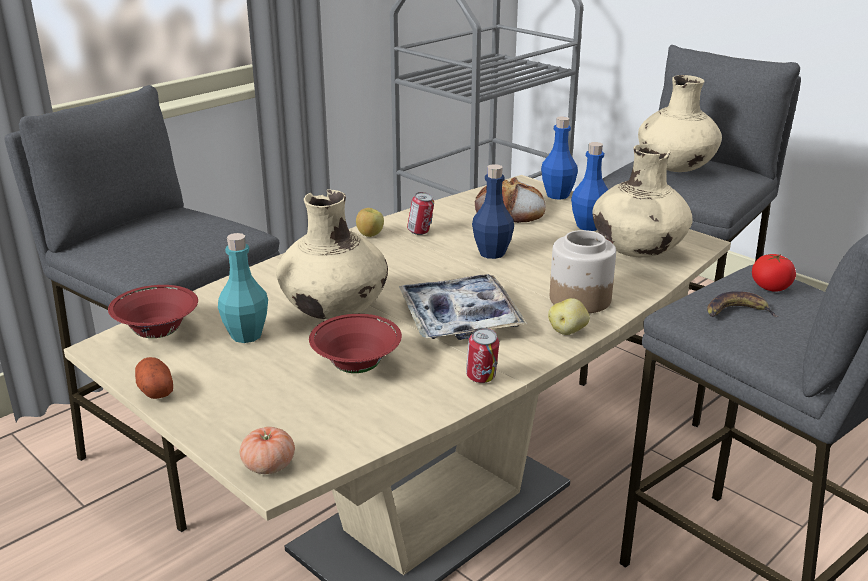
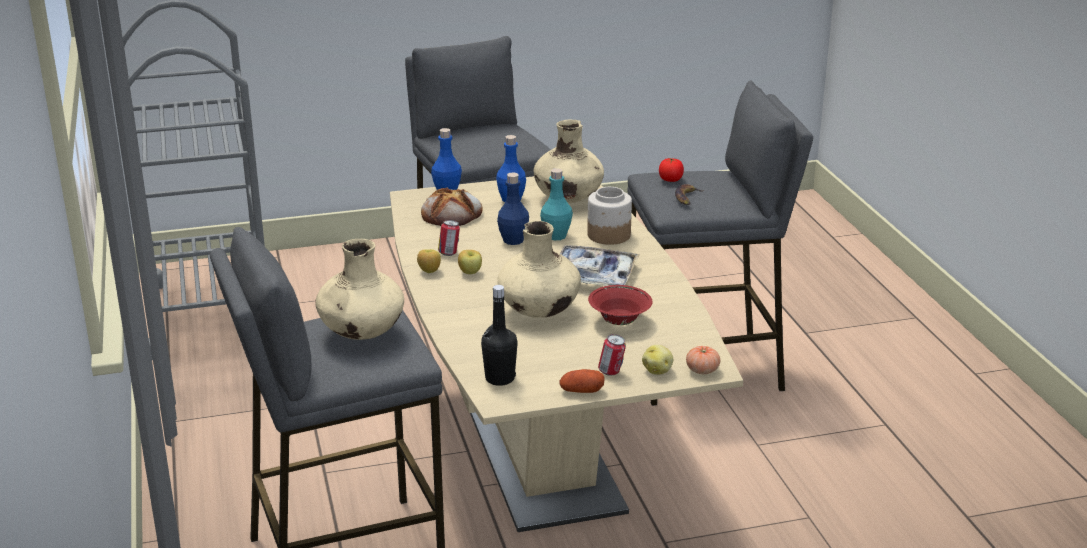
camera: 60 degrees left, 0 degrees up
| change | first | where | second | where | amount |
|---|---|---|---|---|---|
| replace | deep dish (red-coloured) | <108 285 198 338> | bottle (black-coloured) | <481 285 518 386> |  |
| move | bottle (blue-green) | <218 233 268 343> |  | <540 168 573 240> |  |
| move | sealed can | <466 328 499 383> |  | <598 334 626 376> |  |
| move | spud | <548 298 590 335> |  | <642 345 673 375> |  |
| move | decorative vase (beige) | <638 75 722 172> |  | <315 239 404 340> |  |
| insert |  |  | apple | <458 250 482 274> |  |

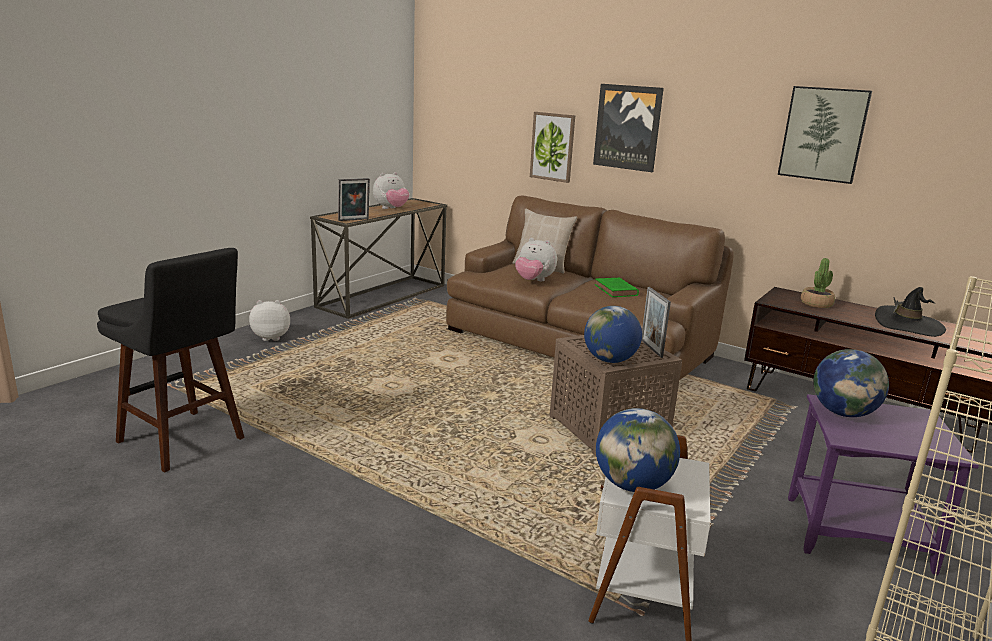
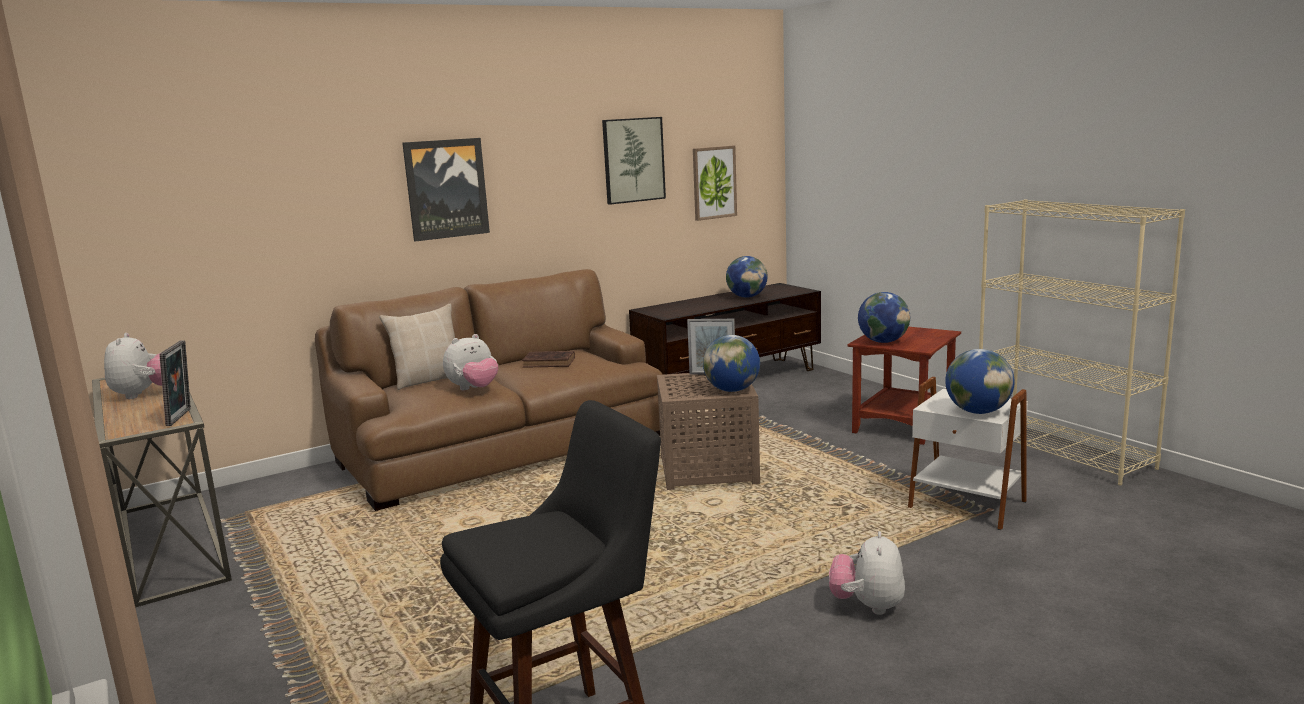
camera: 65 degrees left, 5 degrees down
| change | first | where | second | where | amount |
|---|---|---|---|---|---|
| move | soft toy | <249 300 290 341> |  | <829 531 905 615> |  |
| move | picture | <530 112 575 183> |  | <693 146 737 221> |  |
| recolor | book (green) | <595 278 639 297> | book (brown-coloured) | <522 351 575 368> |  |
| recolor | accent table (purplish) | <788 394 979 575> | accent table (brown-coloured) | <848 327 961 445> |  |
| delete | houseplant | <801 258 835 308> |  |  |  |
| replace | hat (black-coloured) | <875 287 946 337> | desk globe | <726 256 768 298> |  |

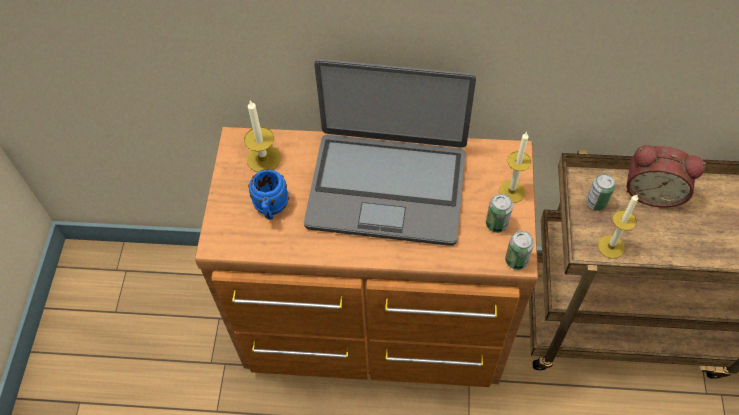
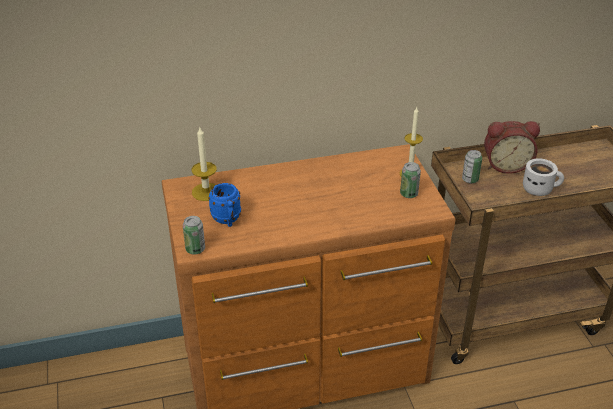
camera: 20 degrees left, 20 degrees down
| change | first | where | second | where | amount |
|---|---|---|---|---|---|
| delete | portable computer | <304 59 476 246> |  |  |  |
| move | sealed can | <505 231 534 270> |  | <183 216 205 255> |  |
| delete | wax light | <598 195 638 259> |  |  |  |
| insert |  |  | tea mug (white) | <523 158 564 196> |  |

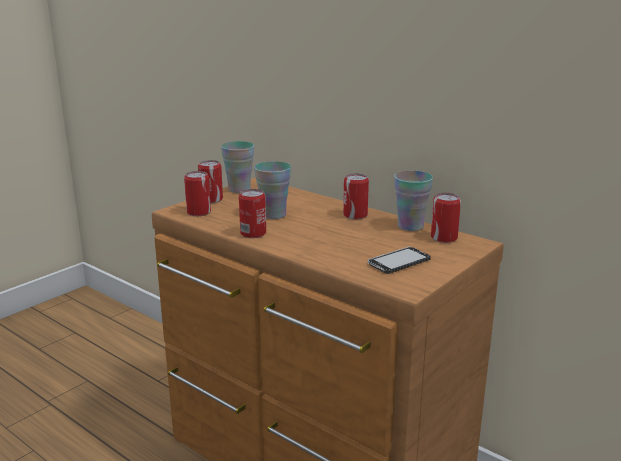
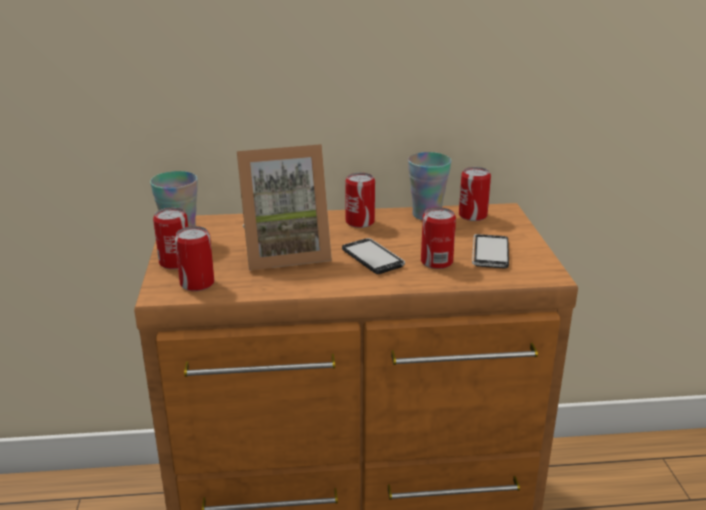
camera: 45 degrees left, 5 degrees up
| change | first | where | second | where | amount |
|---|---|---|---|---|---|
| move | sealed can | <239 189 266 238> |  | <421 207 456 269> |  |
| replace | drinking cup | <254 161 291 219> | photo frame | <237 144 332 271> |  |
| insert |  |  | telephone | <342 238 405 274> |  |

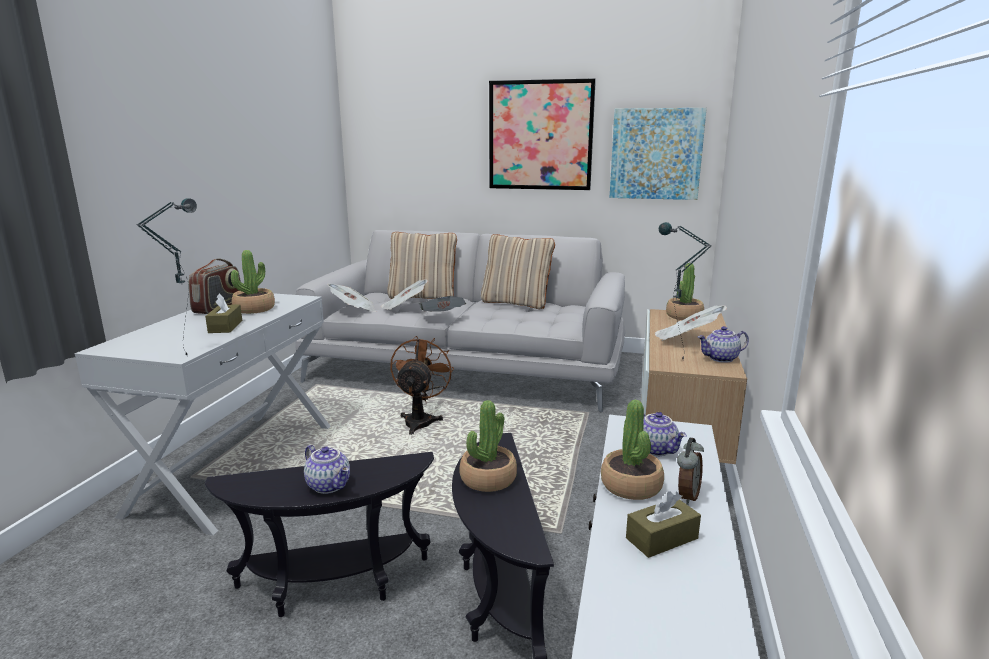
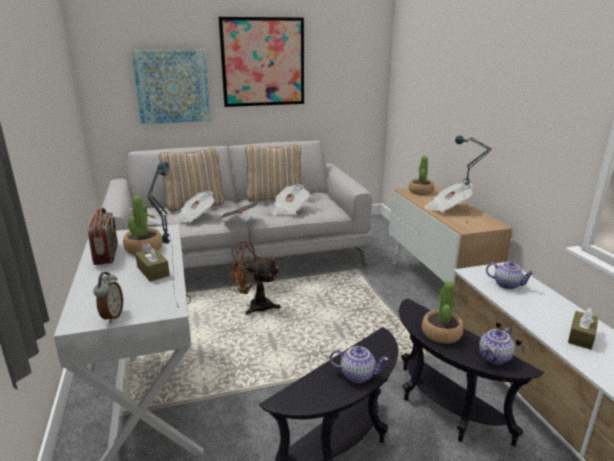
camera: 30 degrees left, 5 degrees up
| change | first | where | second | where | amount |
|---|---|---|---|---|---|
| rotate | electric fan (brown-coloured) | <390 336 454 435> |  | <228 242 281 315> | 60 degrees counterclockwise |
| delete | houseplant | <601 400 664 500> |  |  |  |
| move | picture | <609 108 707 200> |  | <131 50 211 124> |  |
| move | table clock | <677 438 704 505> |  | <93 272 123 323> |  |
| move | teapot | <698 326 749 363> |  | <479 327 515 364> |  |
| insert |  |  | printed paper | <273 184 310 215> |  |

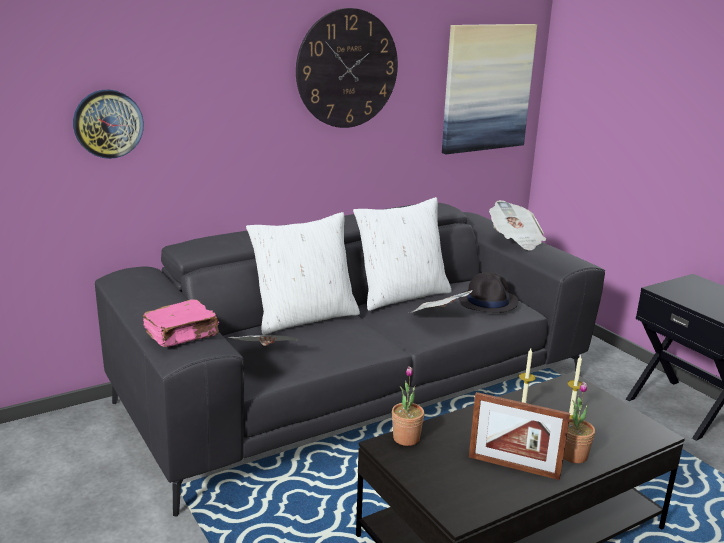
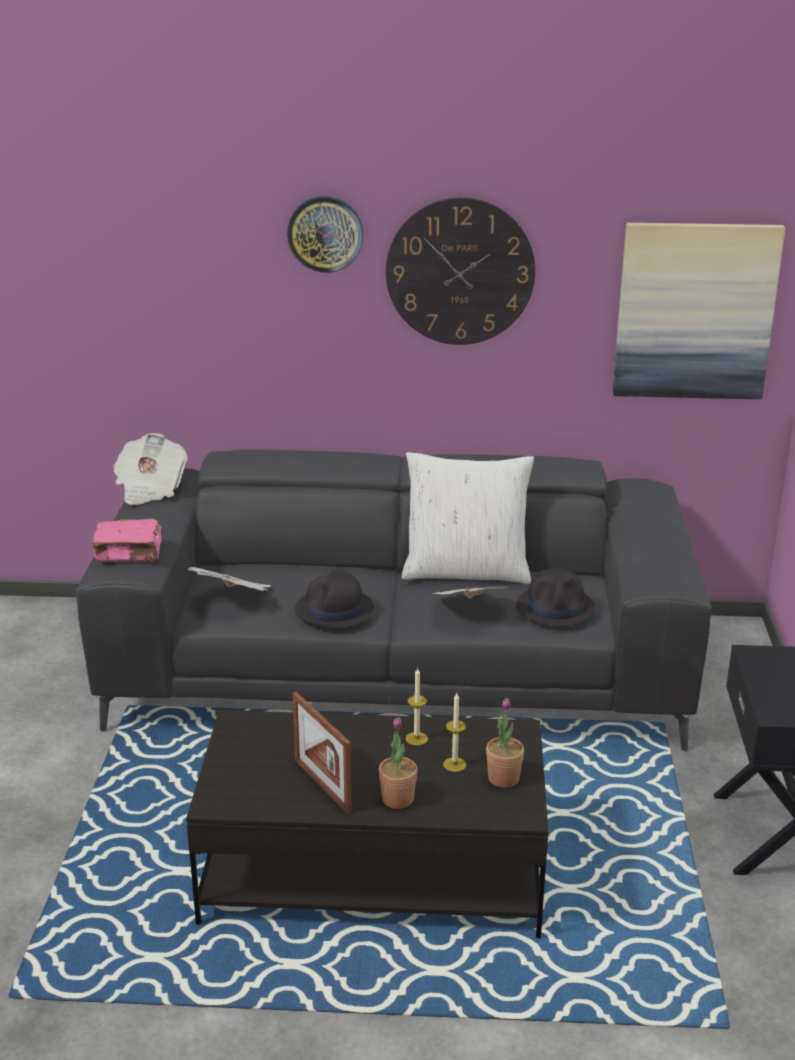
camera: 35 degrees right, 5 degrees up
| change | first | where | second | where | amount |
|---|---|---|---|---|---|
| move | hanging clock | <73 90 144 159> |  | <287 196 364 273> |  |
| delete | pillow (white) | <246 212 360 335> |  |  |  |
| move | houseplant | <392 366 424 446> |  | <486 698 524 788> |  |
| move | printed paper | <489 200 546 251> |  | <113 433 188 505> |  |
| insert |  |  | hat (black-coloured) | <295 570 374 628> |  |

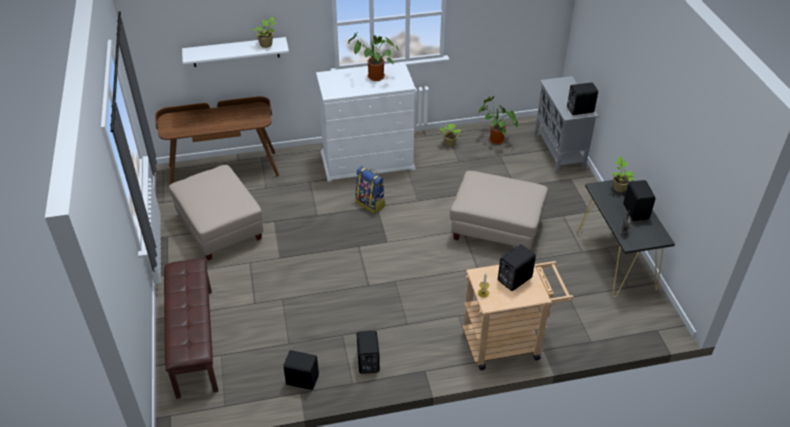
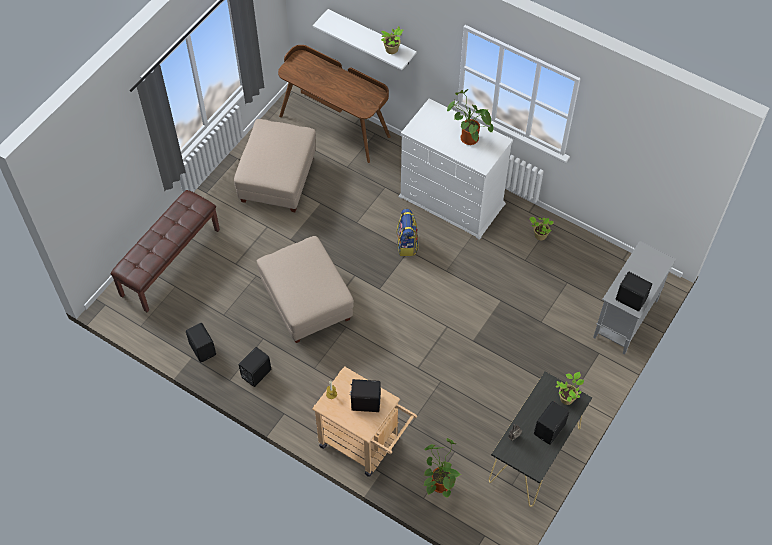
camera: 45 degrees right, 15 degrees up
| change | first | where | second | where | amount |
|---|---|---|---|---|---|
| move | ottoman (beige) | <450 171 548 250> |  | <257 236 354 343> |  |
| move | houseplant | <478 96 518 144> |  | <423 438 461 498> |  |

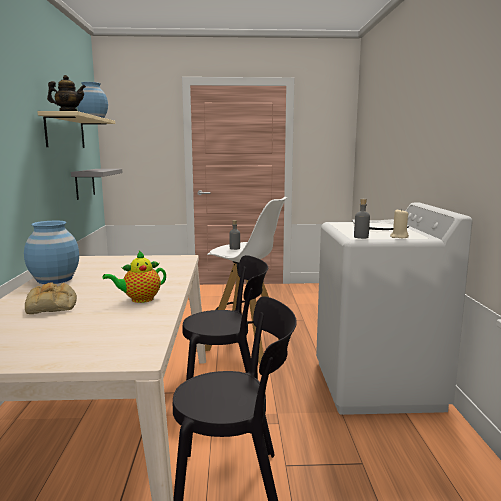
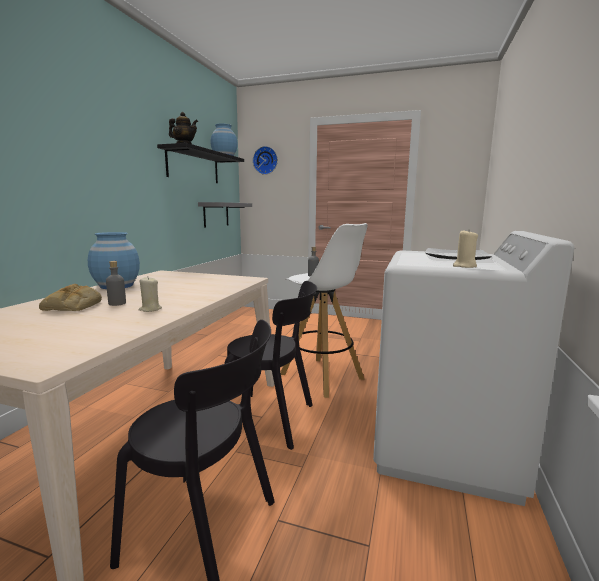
camera: 20 degrees right, 0 degrees up
| change | first | where | second | where | amount |
|---|---|---|---|---|---|
| recolor | bracket shelf (beige) | <37 111 115 148> | bracket shelf (black-coloured) | <157 143 244 183> |  |
| replace | teapot | <102 251 166 303> | wax light (beige) | <138 277 162 312> |  |
| move | bottle (greyish) | <354 199 370 239> |  | <106 261 126 306> |  |
| insert |  |  | hanging clock | <253 146 278 175> |  |

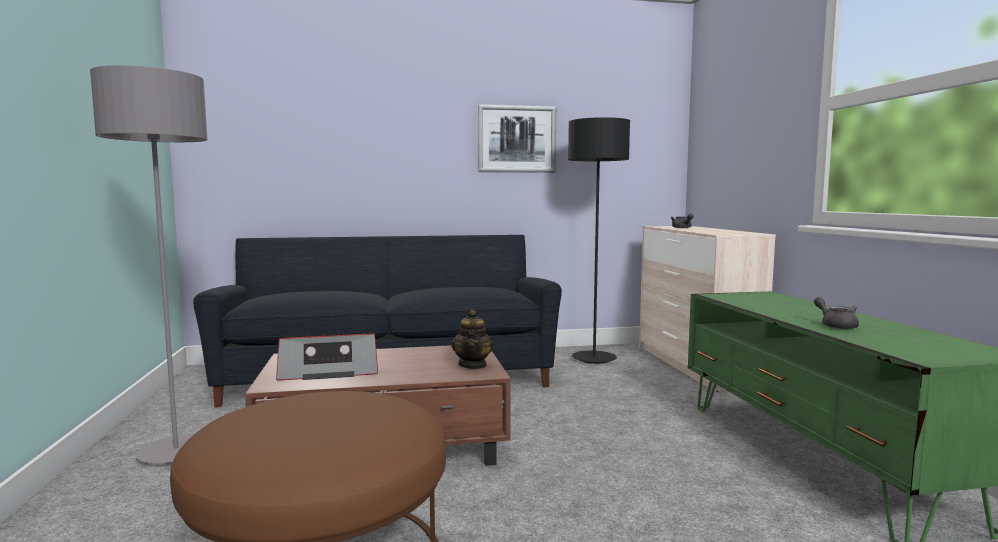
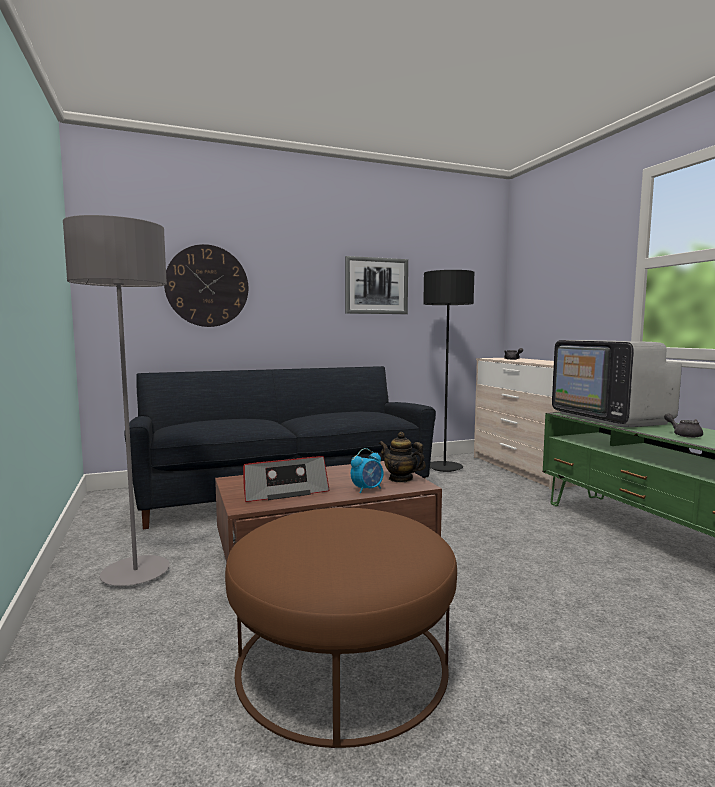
camera: 10 degrees left, 0 degrees up
| change | first | where | second | where | amount |
|---|---|---|---|---|---|
| rotate | teapot | <451 309 494 369> |  | <379 432 426 483> | 135 degrees clockwise |
| insert |  |  | hanging clock | <164 244 248 327> |  |
| insert |  |  | table clock | <351 448 383 494> |  |
| insert |  |  | television | <552 340 682 427> |  |

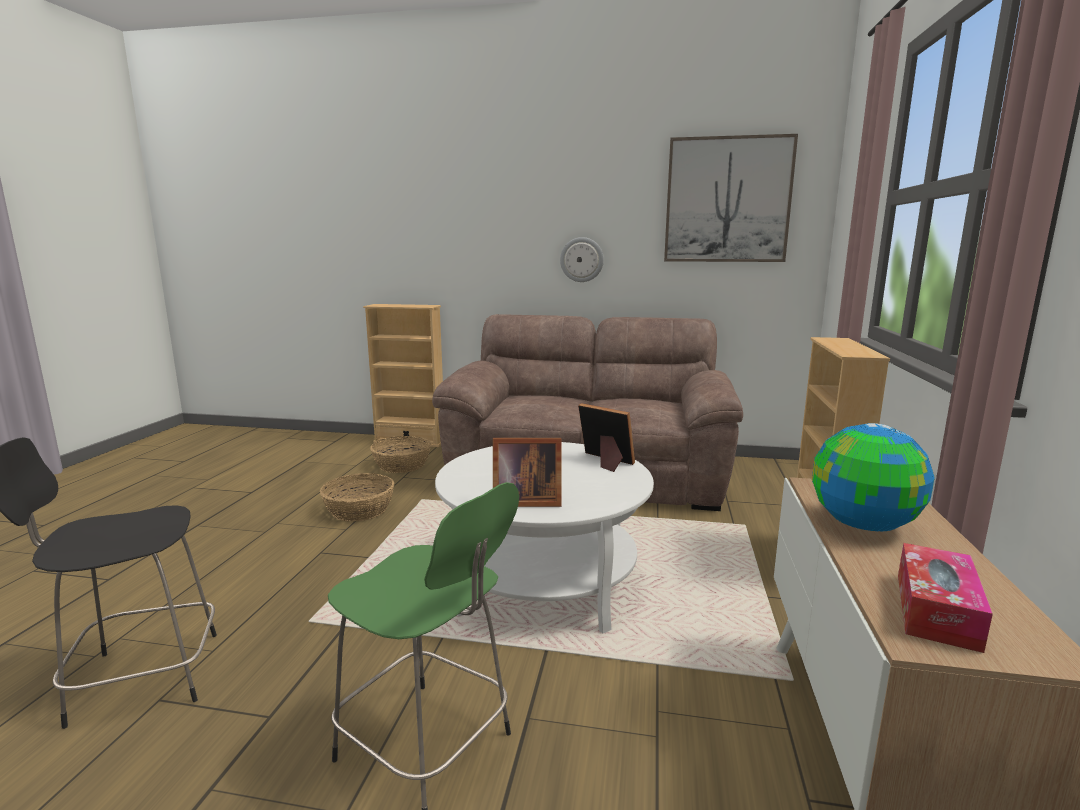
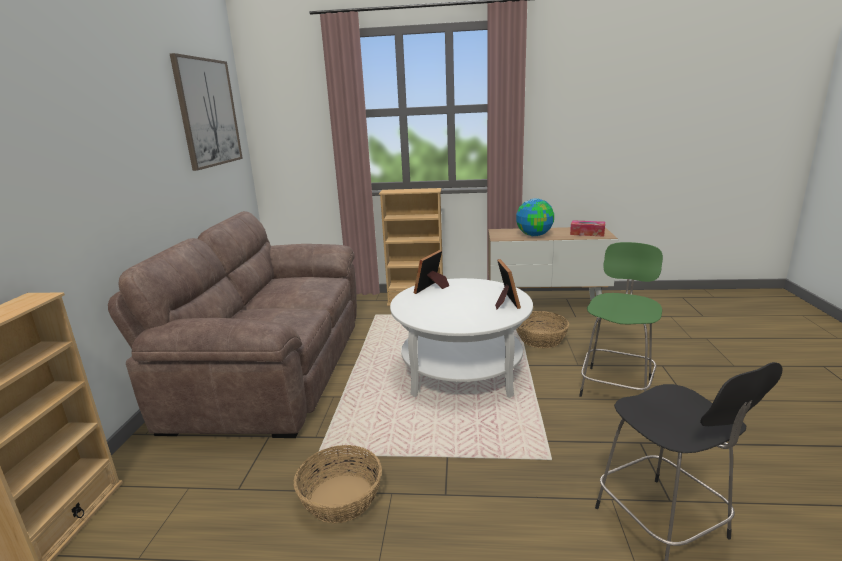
camera: 95 degrees left, 5 degrees up
| change | first | where | second | where | amount |
|---|---|---|---|---|---|
| move | household basket | <370 436 431 473> |  | <516 311 569 348> |  |
| delete | hanging clock | <560 237 604 282> |  |  |  |

